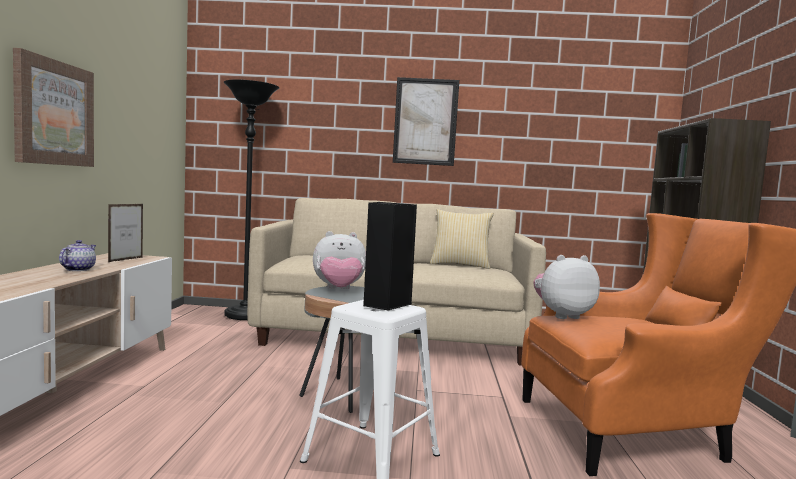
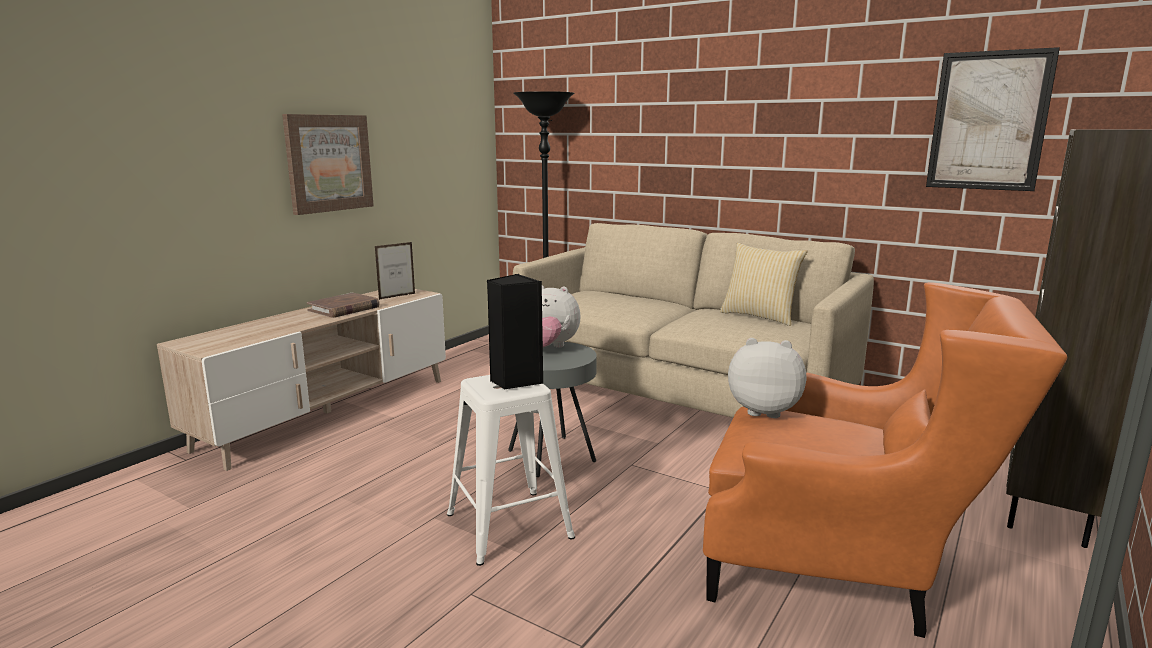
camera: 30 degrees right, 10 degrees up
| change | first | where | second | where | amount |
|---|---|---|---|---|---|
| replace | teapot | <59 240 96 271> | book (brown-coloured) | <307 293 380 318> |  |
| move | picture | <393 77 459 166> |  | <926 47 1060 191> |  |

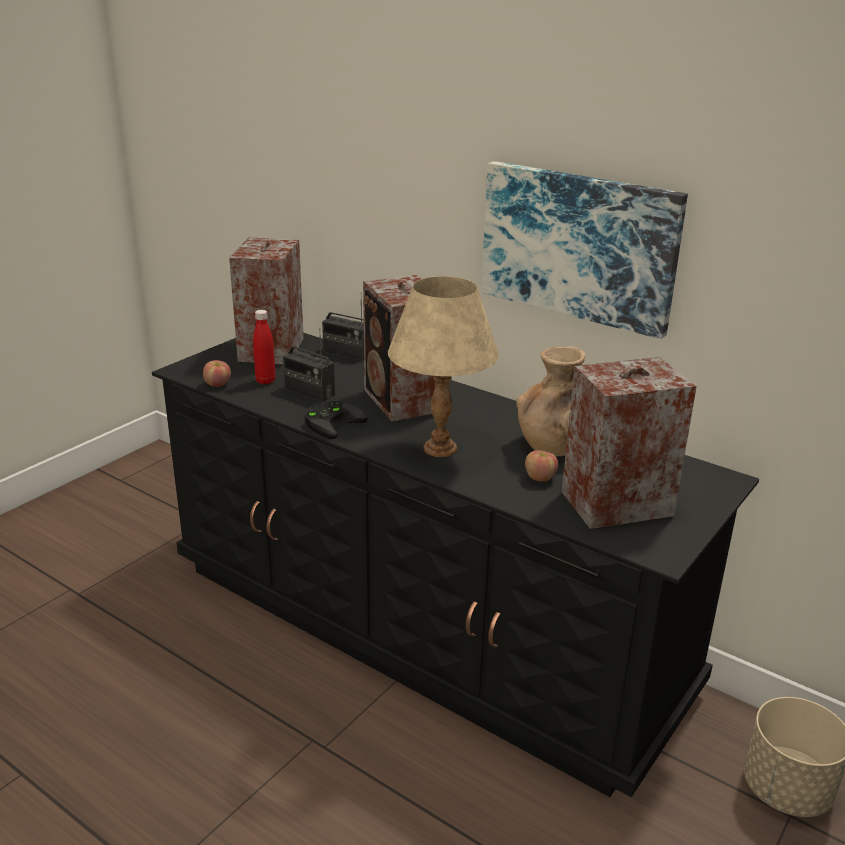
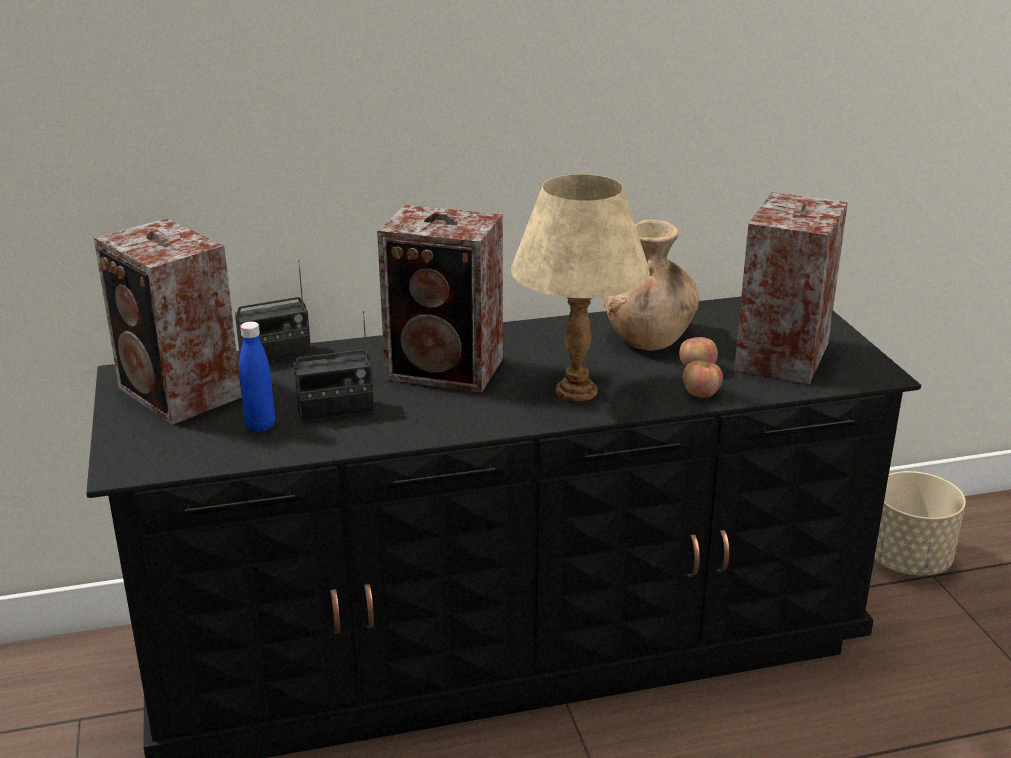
camera: 50 degrees left, 0 degrees up
| change | first | where | second | where | amount |
|---|---|---|---|---|---|
| move | apple | <203 360 231 387> |  | <683 361 723 398> |  |
| recolor | bottle (red-coloured) | <253 310 276 384> | bottle (blue-coloured) | <239 321 275 432> |  |
| delete | joypad (black-coloured) | <304 401 368 439> |  |  |  |
| delete | picture | <481 161 688 339> |  |  |  |

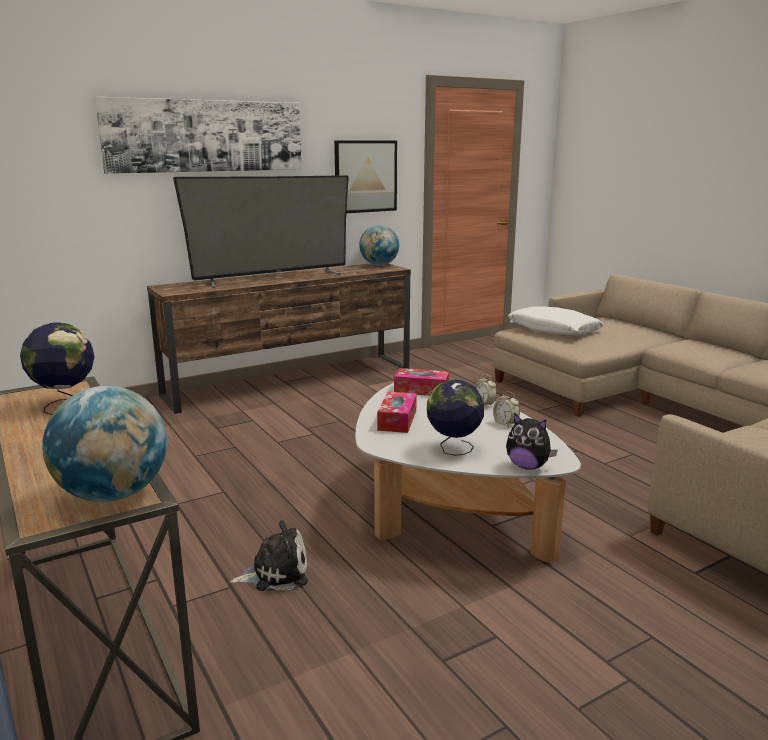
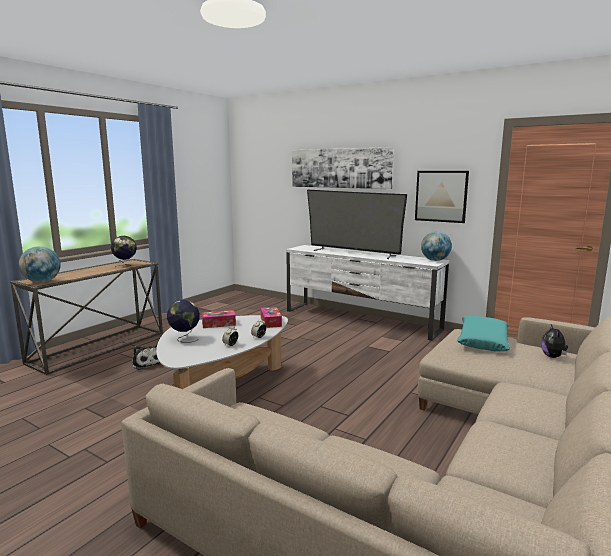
camera: 65 degrees right, 5 degrees down
| change | first | where | second | where | amount |
|---|---|---|---|---|---|
| recolor | media console (brown-coloured) | <147 264 411 414> | media console (white) | <286 245 449 341> |  |
| move | soft toy | <506 413 558 470> |  | <541 325 568 358> |  |
| recolor | pillow (white) | <508 306 604 335> | pillow (blue-green) | <457 316 510 352> |  |

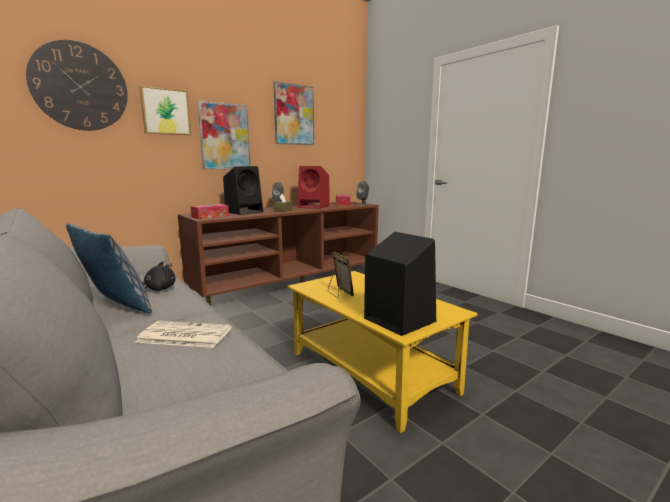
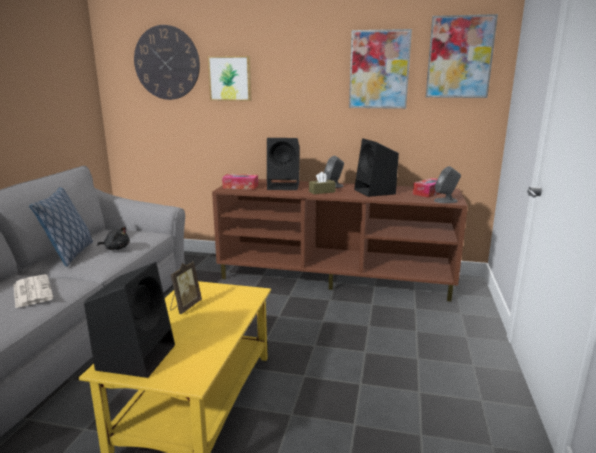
camera: 50 degrees right, 5 degrees up
| change | first | where | second | where | amount |
|---|---|---|---|---|---|
| move | picture | <197 100 251 170> |  | <426 14 498 98> |  |
| recolor | speaker (red-coloured) | <298 166 329 209> | speaker (black-coloured) | <354 138 399 197> |  |

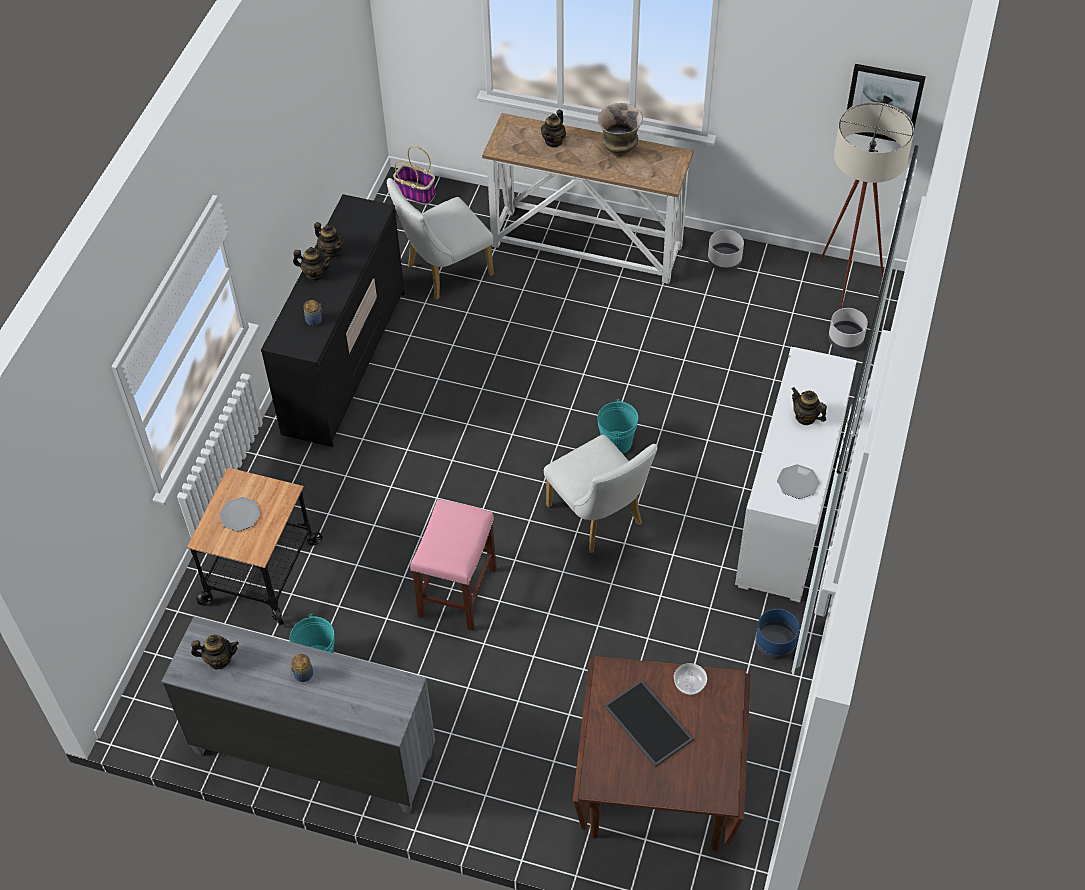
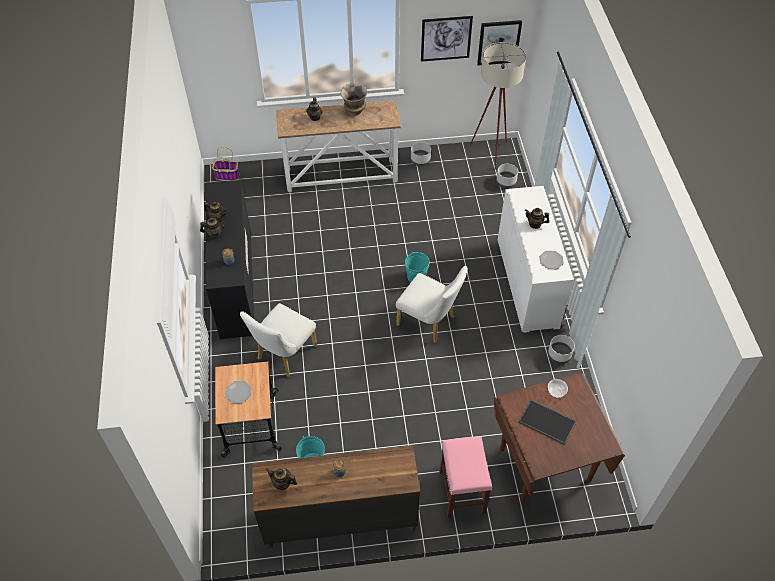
camera: 25 degrees left, 0 degrees up
| change | first | where | second | where | amount |
|---|---|---|---|---|---|
| recolor | chest of drawers (greyish) | <161 617 435 814> | chest of drawers (brown-coloured) | <252 445 420 548> |  |
| rotate | teapot | <191 634 239 669> |  | <266 468 297 490> | 135 degrees counterclockwise |
| move | chair (white) | <387 178 494 300> |  | <240 303 317 376> |  |
| move | sitting stool (pink) | <410 499 497 631> |  | <439 436 492 518> |  |
| recolor | plant pot (blue-coloured) | <755 609 800 659> | plant pot (greyish) | <548 335 575 364> |  |
| insert |  |  | picture | <421 16 473 62> |  |

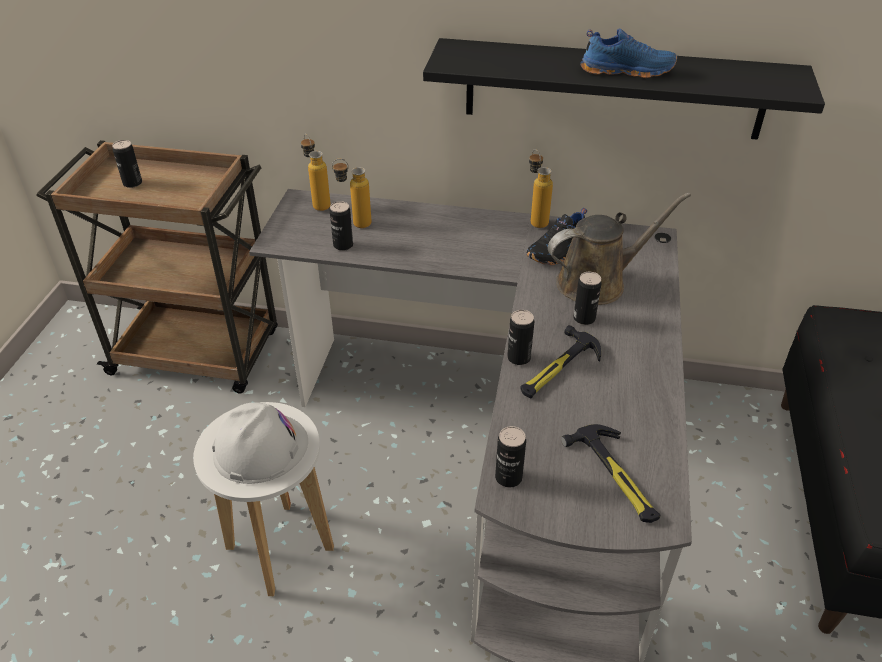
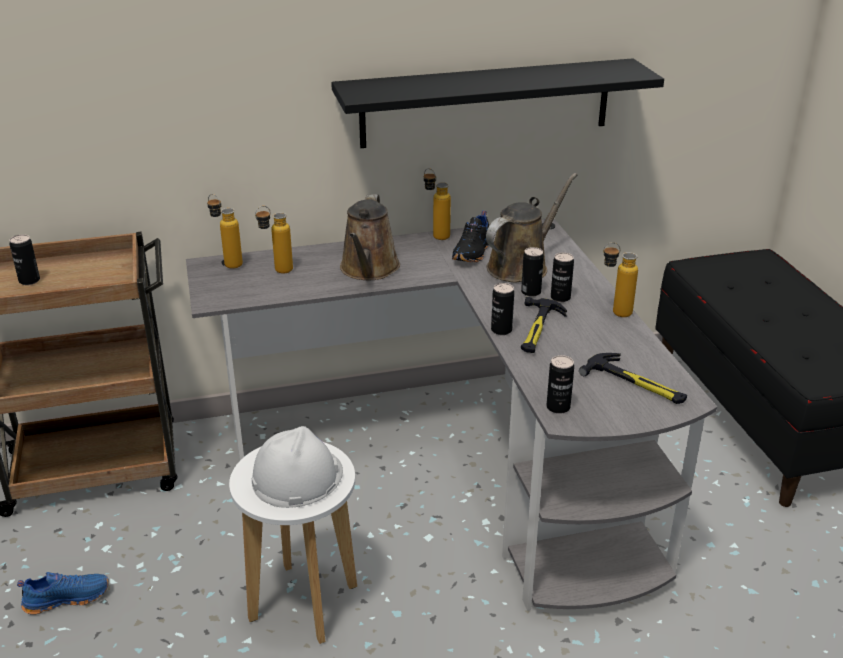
camera: 25 degrees left, 10 degrees down
| change | first | where | second | where | amount |
|---|---|---|---|---|---|
| move | sealed can | <330 201 353 251> |  | <551 252 574 302> |  |
| move | item of footwear (blue-coloured) | <580 29 677 78> |  | <17 572 109 615> |  |
| insert |  |  | watering pot (brown-coloured) | <340 194 400 280> |  |
| insert |  |  | bottle | <603 242 638 317> |  |

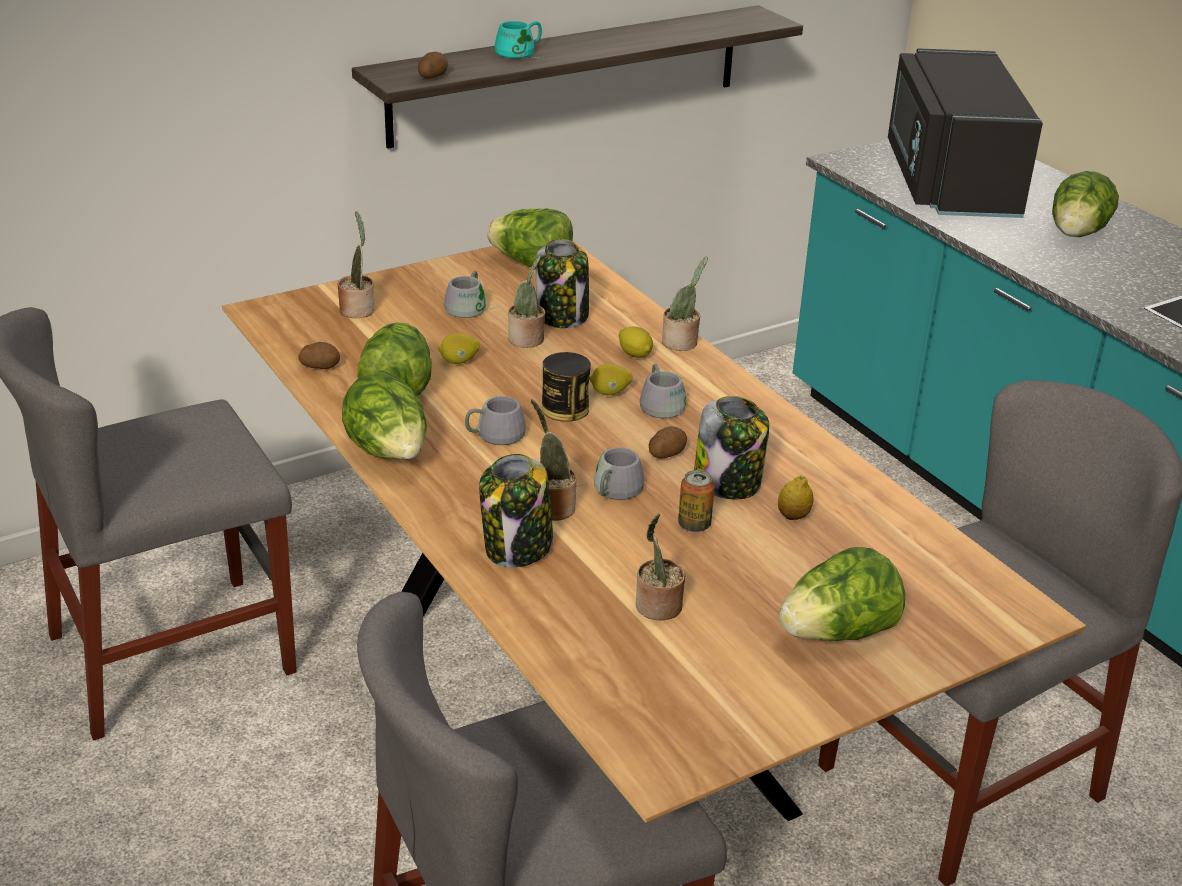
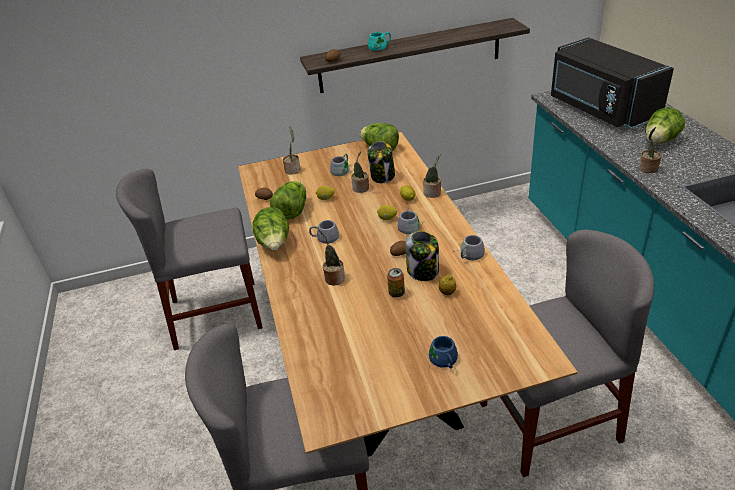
camera: 20 degrees right, 5 degrees up
| change | first | where | second | where | amount |
|---|---|---|---|---|---|
| delete | storage jar | <479 454 553 568> |  |  |  |
| delete | sealed can | <542 352 591 422> |  |  |  |
| move | tea mug (greyish) | <577 447 645 500> |  | <457 235 485 260> |  |
| move | houseplant | <636 514 685 621> |  | <639 127 661 173> |  |
| replace | head of lettuce | <779 547 905 641> | tea mug (blue-coloured) | <428 336 458 371> |  |
| rotate | microwave (black-coloured) | <888 48 1043 218> |  | <551 37 674 129> | 45 degrees counterclockwise |

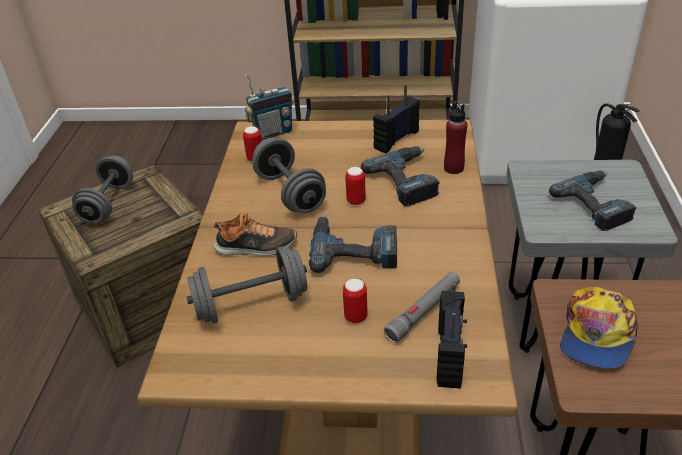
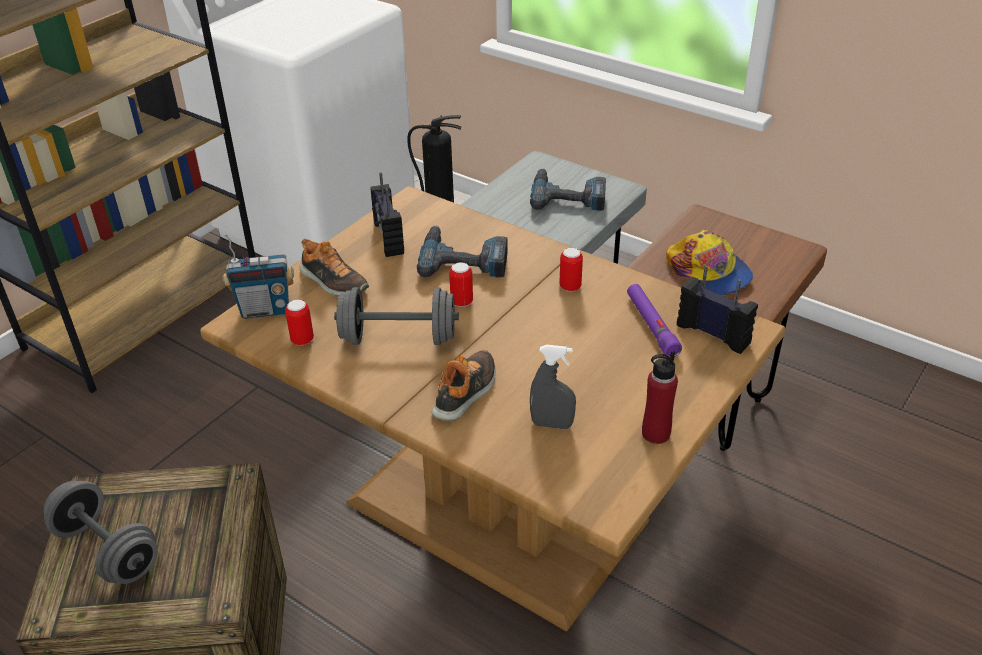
camera: 60 degrees left, 0 degrees up
| change | first | where | second | where | amount |
|---|---|---|---|---|---|
| replace | dumbbell (greyish) | <186 246 307 323> | spray bottle (greyish) | <530 345 576 429> |  |
| rotate | radio set | <245 74 295 140> |  | <223 234 294 319> | 75 degrees clockwise |
| delete | power drill | <309 215 397 273> |  |  |  |
| move | sealed can | <343 278 368 323> |  | <559 248 583 291> |  |
| recolor | torch (greyish) | <384 272 460 343> | torch (purplish) | <627 284 682 357> |  |
| move | bottle (red-coloured) | <444 100 467 174> |  | <642 351 678 444> |  |
| insert |  |  | item of footwear | <300 239 369 296> |  |

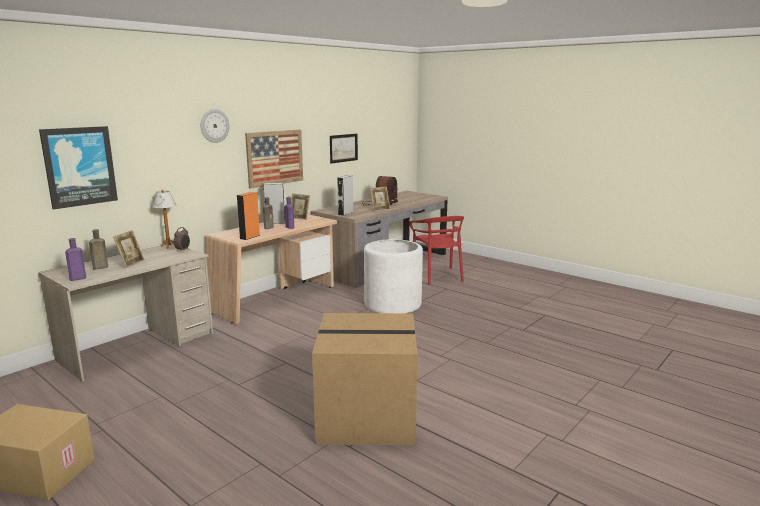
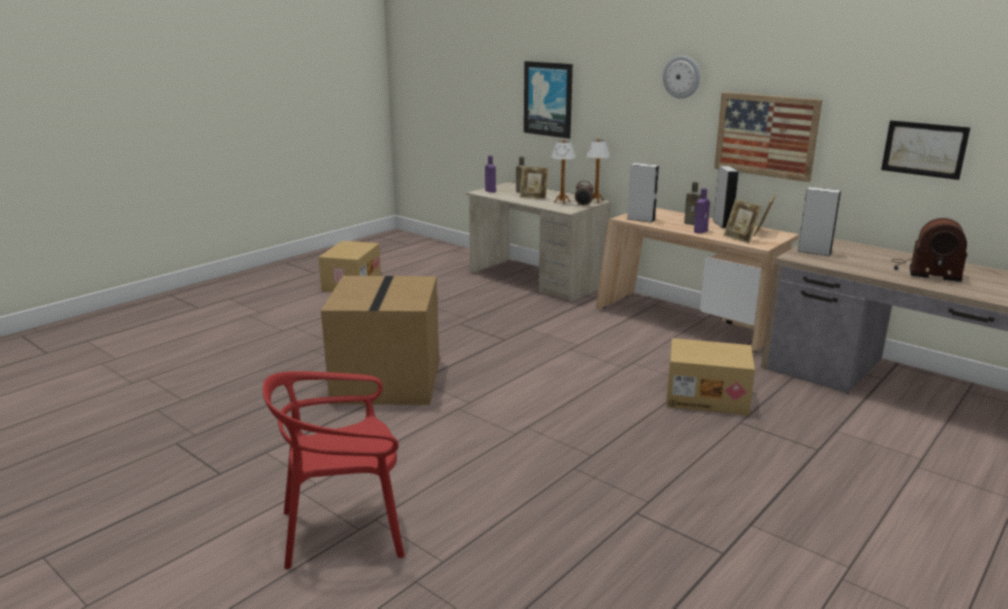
camera: 90 degrees right, 5 degrees up
| change | first | where | second | where | amount |
|---|---|---|---|---|---|
| recolor | speaker (orange-coloured) | <237 192 260 240> | speaker (greyish) | <627 163 659 223> |  |
| replace | plant pot (white) | <364 239 423 313> | cardboard box | <666 338 755 416> |  |
| move | photo frame | <370 187 390 212> |  | <723 199 762 244> |  |
| move | chair (red-coloured) | <409 216 464 285> |  | <263 371 405 569> |  |
| insert |  |  | table lamp | <551 140 576 204> |  |

